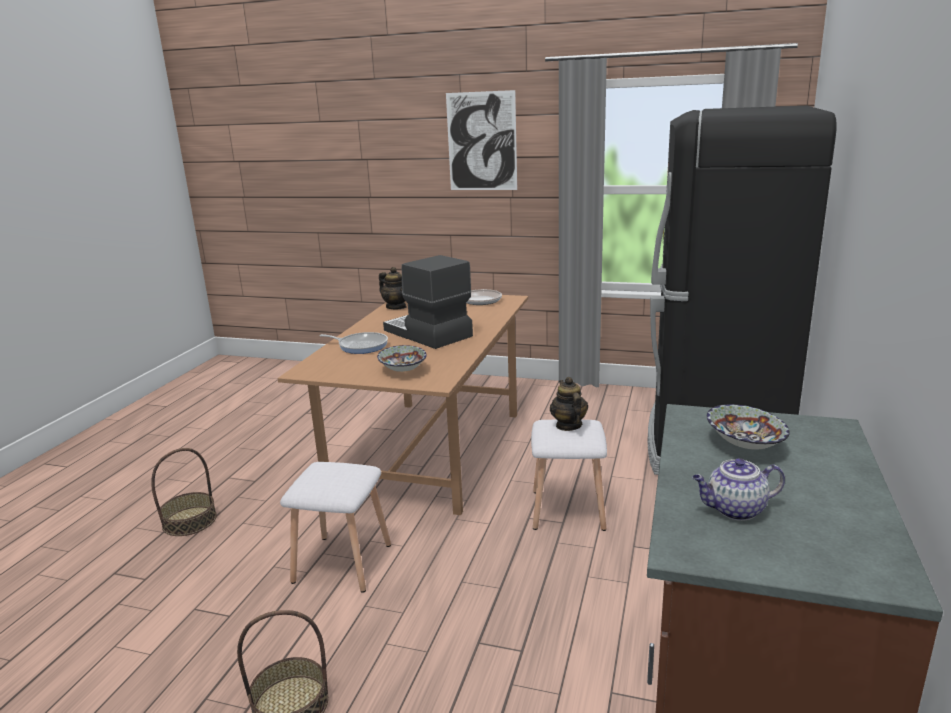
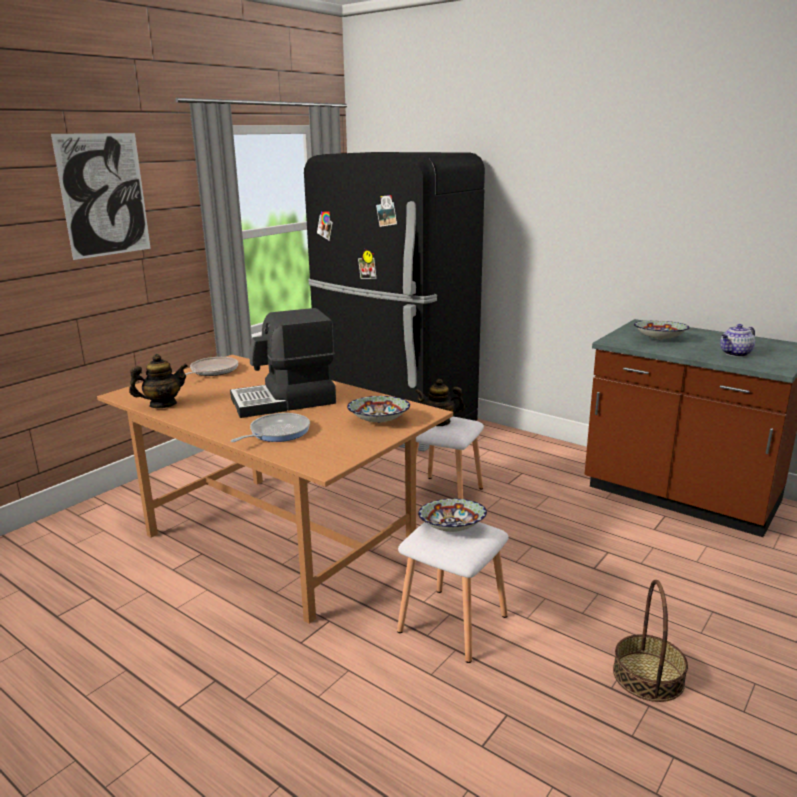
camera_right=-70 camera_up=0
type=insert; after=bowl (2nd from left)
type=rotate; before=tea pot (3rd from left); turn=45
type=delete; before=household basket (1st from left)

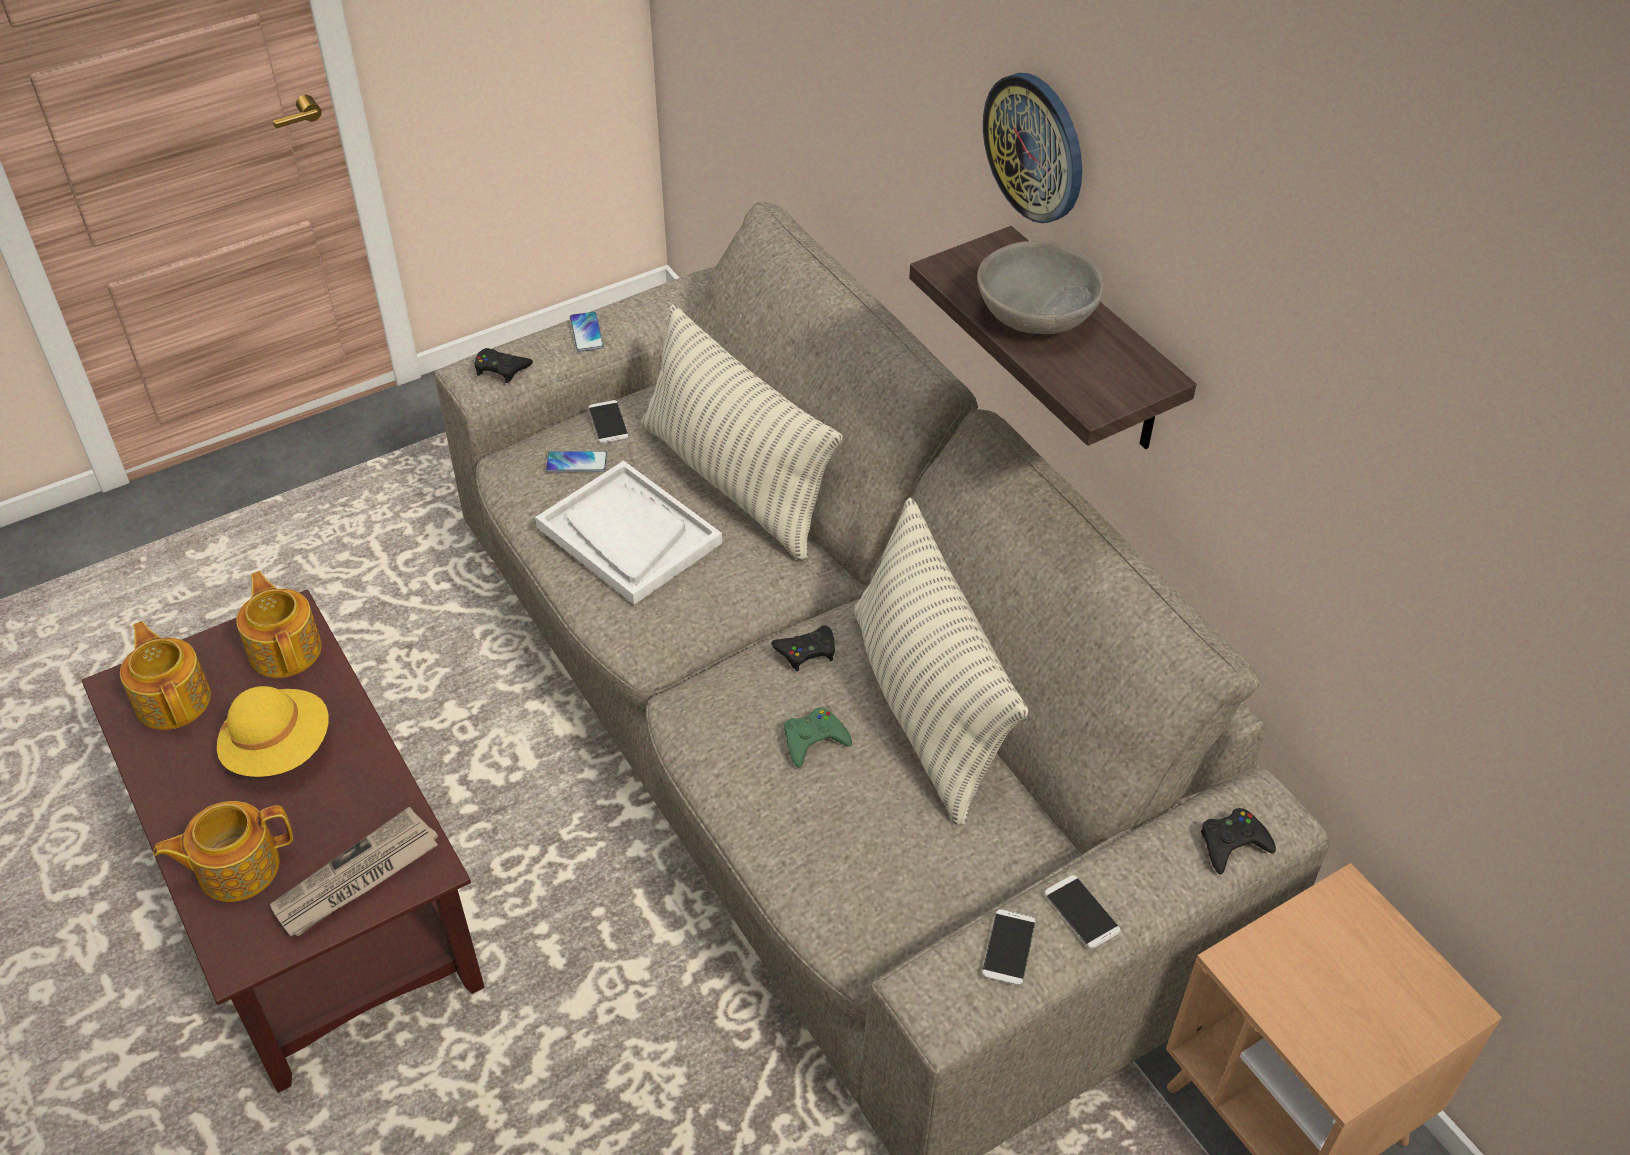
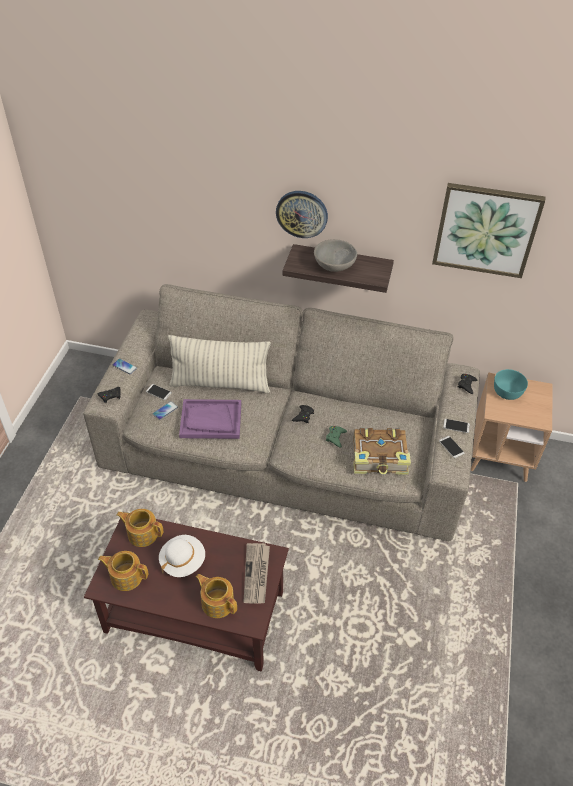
camera_right=-45 camera_up=0
type=recolor; before=yellow hat; after=whitish hat
type=recolor; before=whitish carrying tray; after=purple-coloured carrying tray
type=rotate; before=tea pot (2nd from left in the first image); turn=105
type=insert; after=bound book
type=insert; after=wall art
type=insert; after=turquoise bowl
type=delete; before=throw pillow (2nd from left)

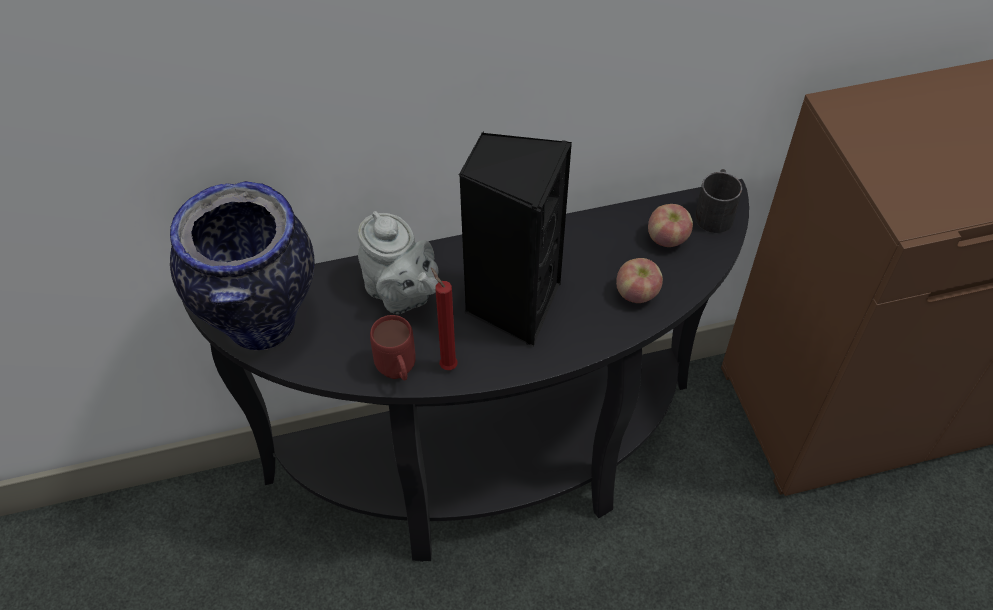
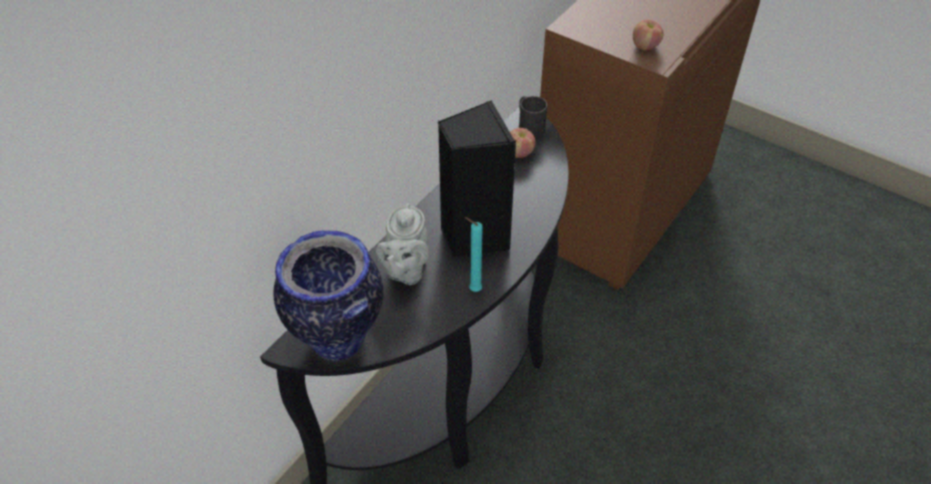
camera_right=-40 camera_up=-5
type=rotate; before=greyish tea pot; turn=90
type=recolor; before=reddish candle; after=turquoise candle
type=move; before=apple fruit (1st from left in the first image); after=apple fruit (2nd from left)
type=delete; before=reddish coffee mug

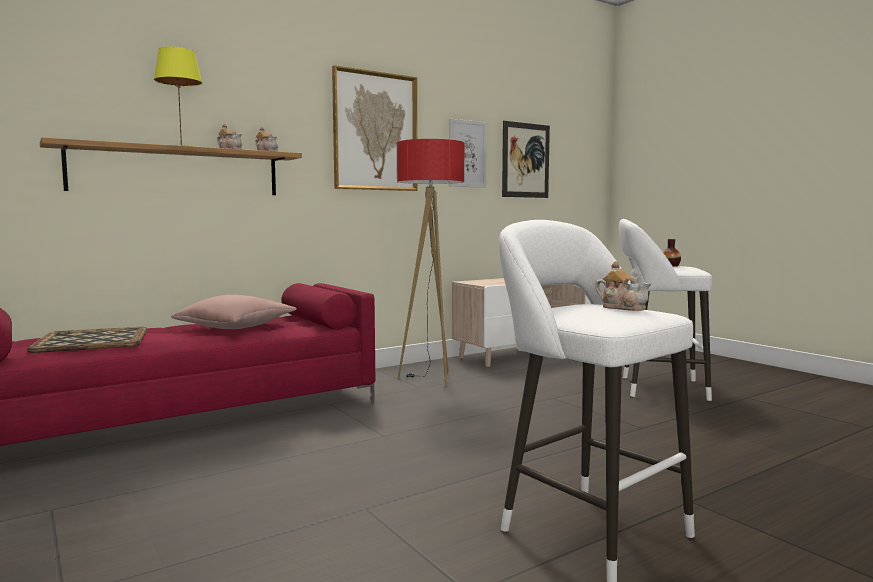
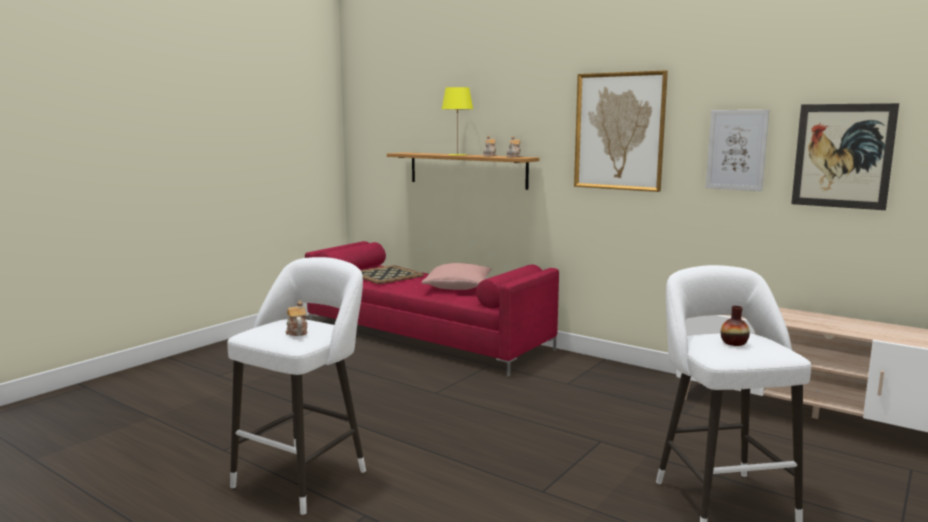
camera_right=70 camera_up=5
type=rotate; before=tea pot (3rd from left in the first image); turn=135
type=delete; before=standing lamp

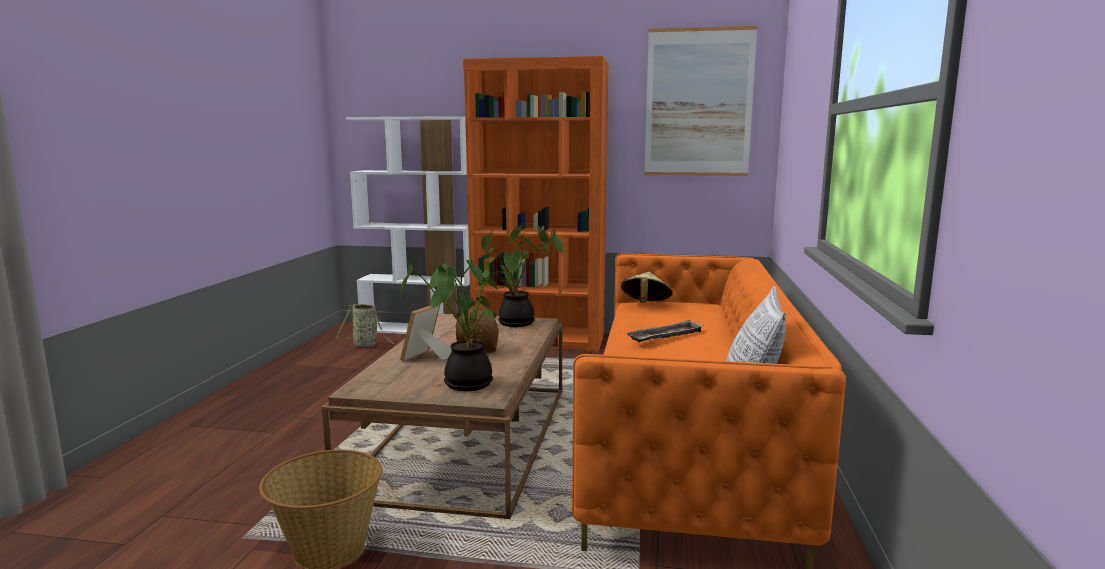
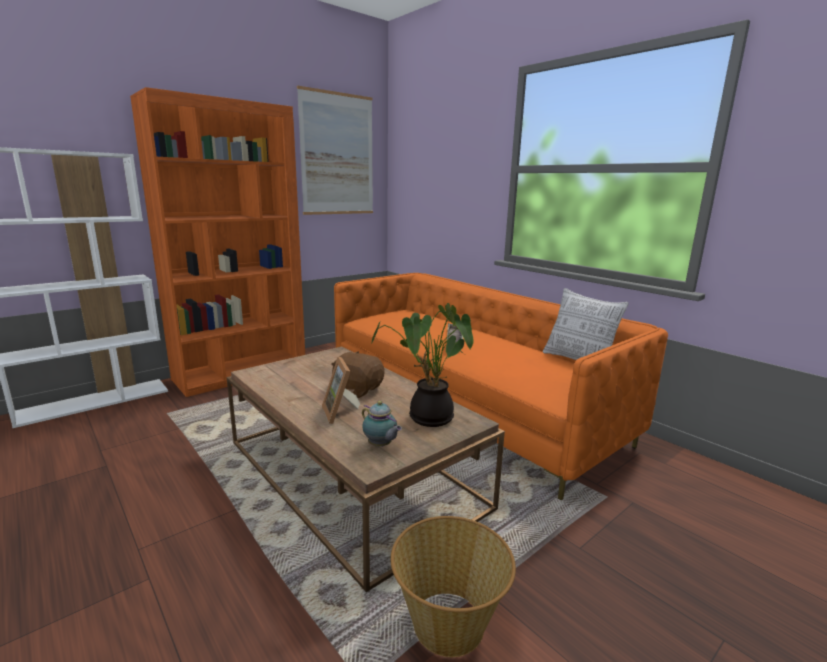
camera_right=-50 camera_up=5
type=insert; after=tea pot
type=delete; before=household basket (2nd from left)
type=delete; before=plant in a pot (2nd from left)
type=delete; before=beige hat

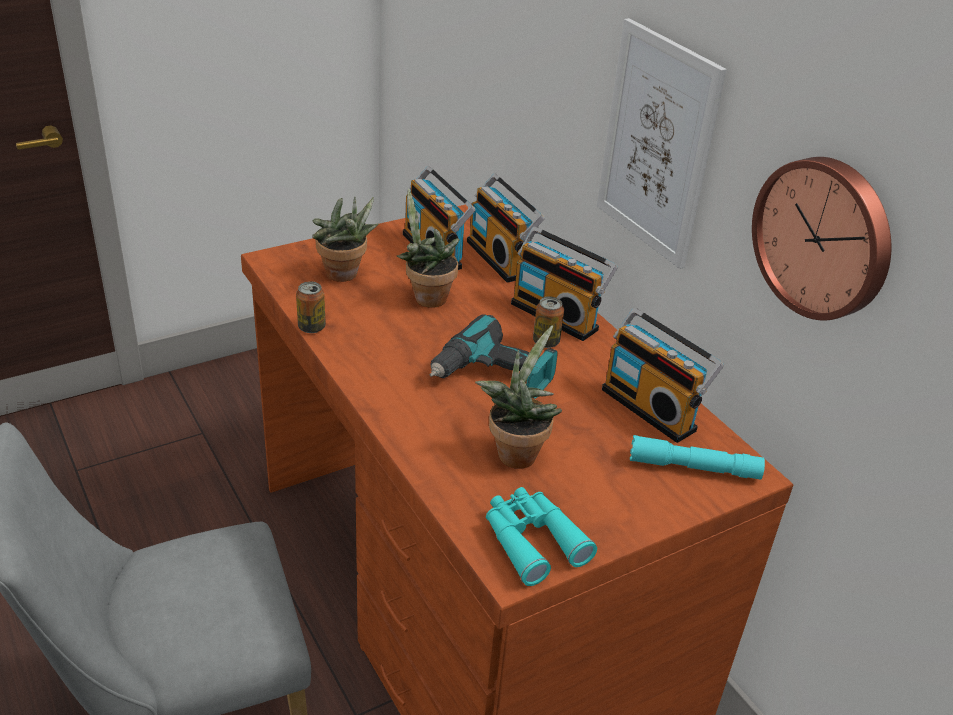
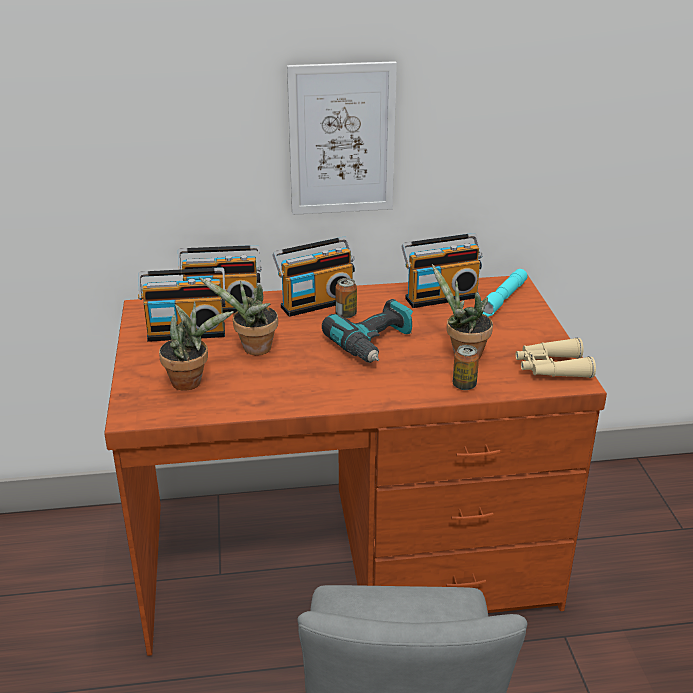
camera_right=-65 camera_up=-5
type=move; before=sealed can (1st from left in the first image); after=sealed can (2nd from left)
type=recolor; before=turquoise pair of binoculars; after=beige pair of binoculars
type=delete; before=clock on the wall

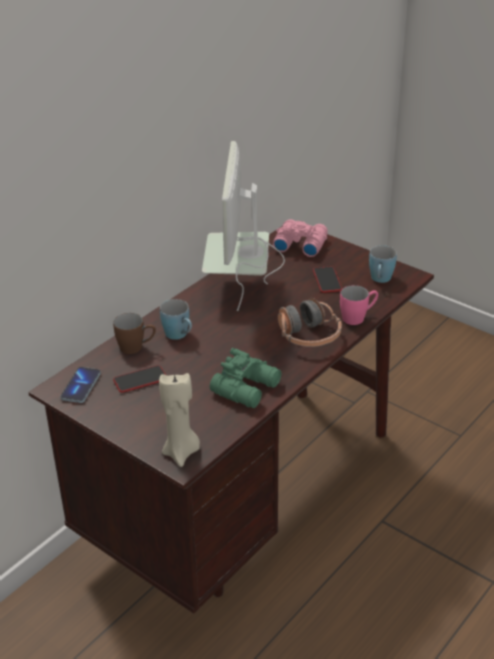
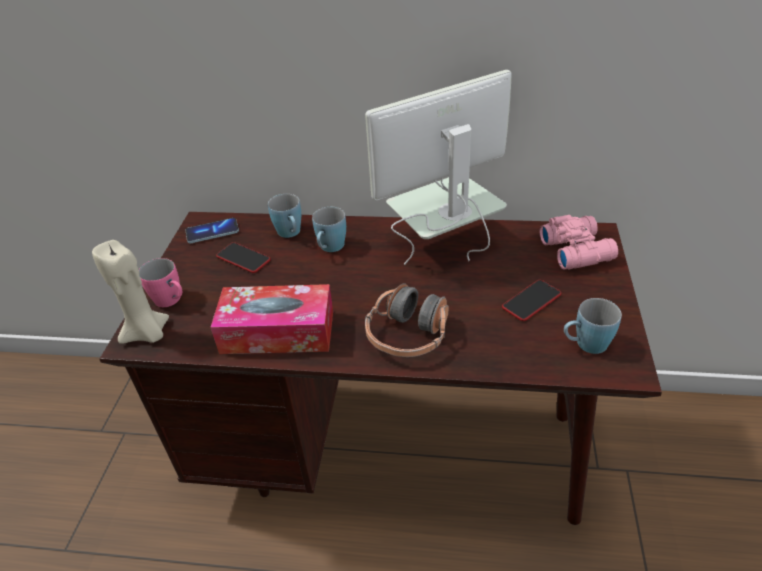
camera_right=60 camera_up=5
type=move; before=pinkish coffee mug
type=replace; before=green pair of binoculars; after=tissue holder
type=recolor; before=brown coffee mug; after=blue-coloured coffee mug (1st from left)

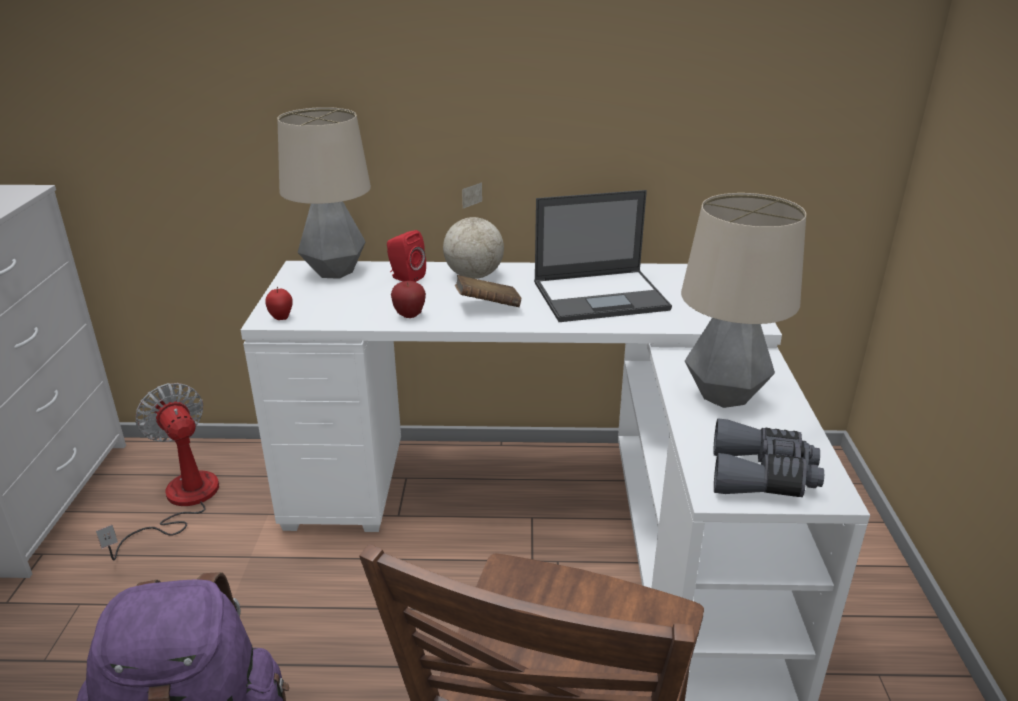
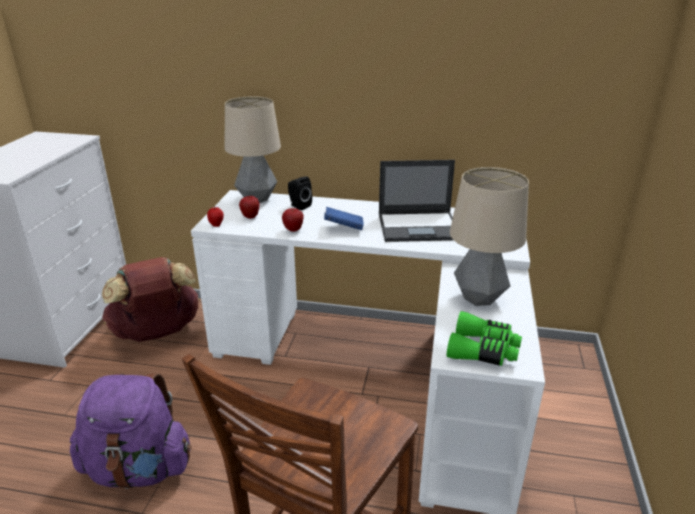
camera_right=10 camera_up=0
type=replace; before=cooling fan; after=brown knapsack
type=insert; after=apple fruit (2nd from left)
type=recolor; before=reddish speaker; after=blackish speaker
type=recolor; before=brown bound book; after=blue-coloured bound book
type=recolor; before=greyish pair of binoculars; after=green pair of binoculars
type=delete; before=globe

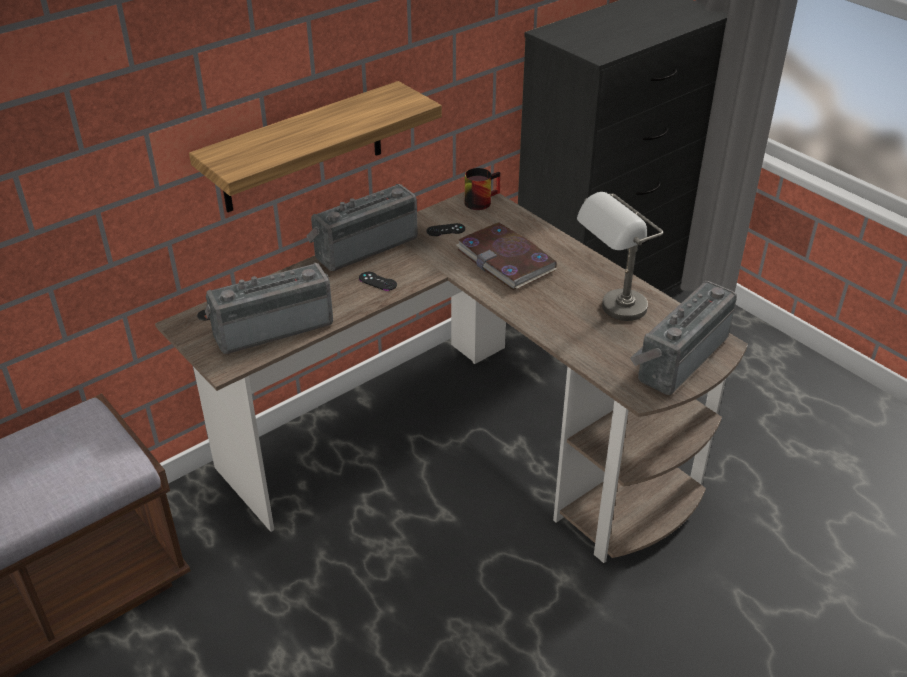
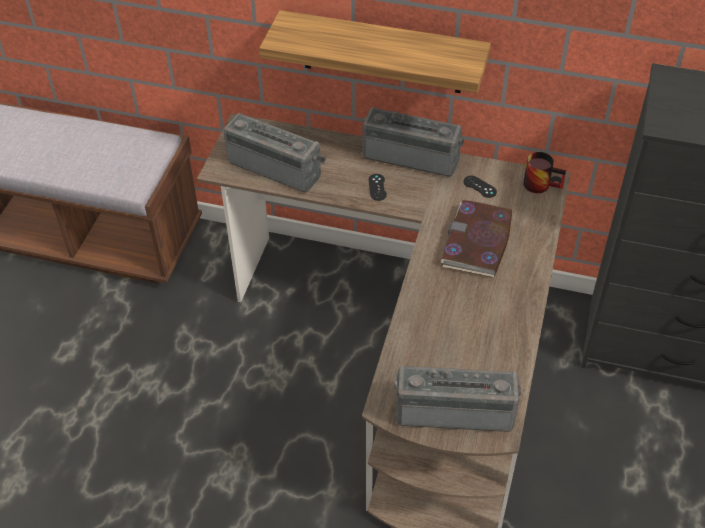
camera_right=55 camera_up=10
type=delete; before=greyish lamp for a table

